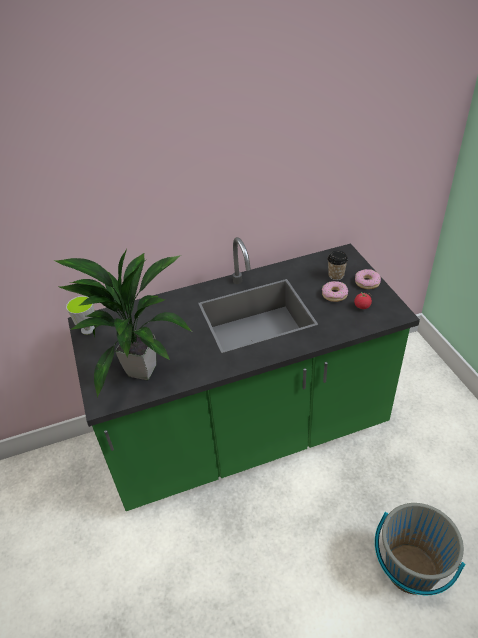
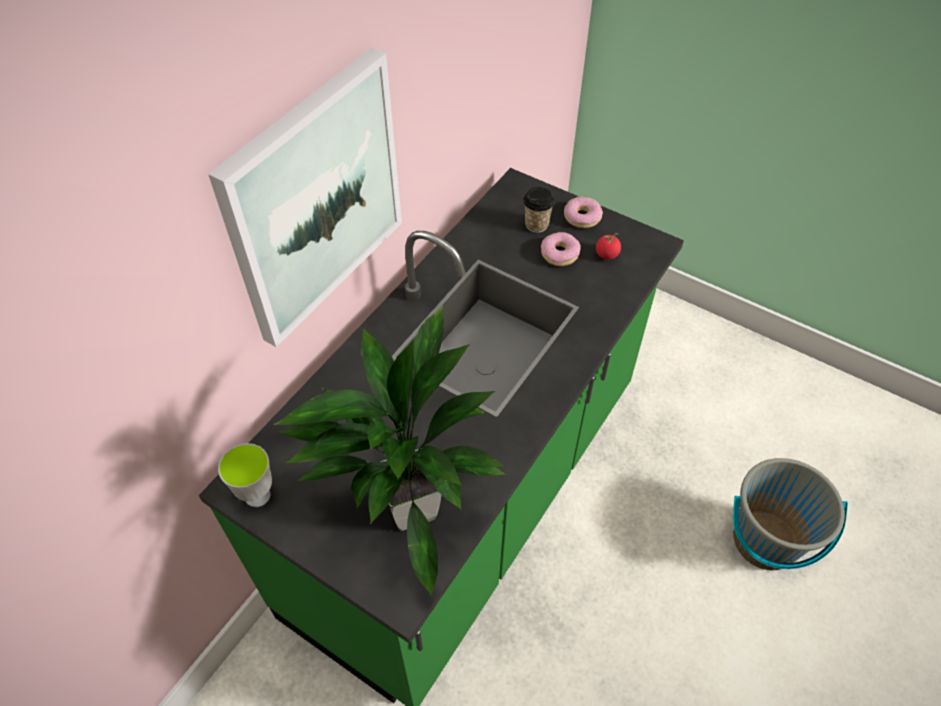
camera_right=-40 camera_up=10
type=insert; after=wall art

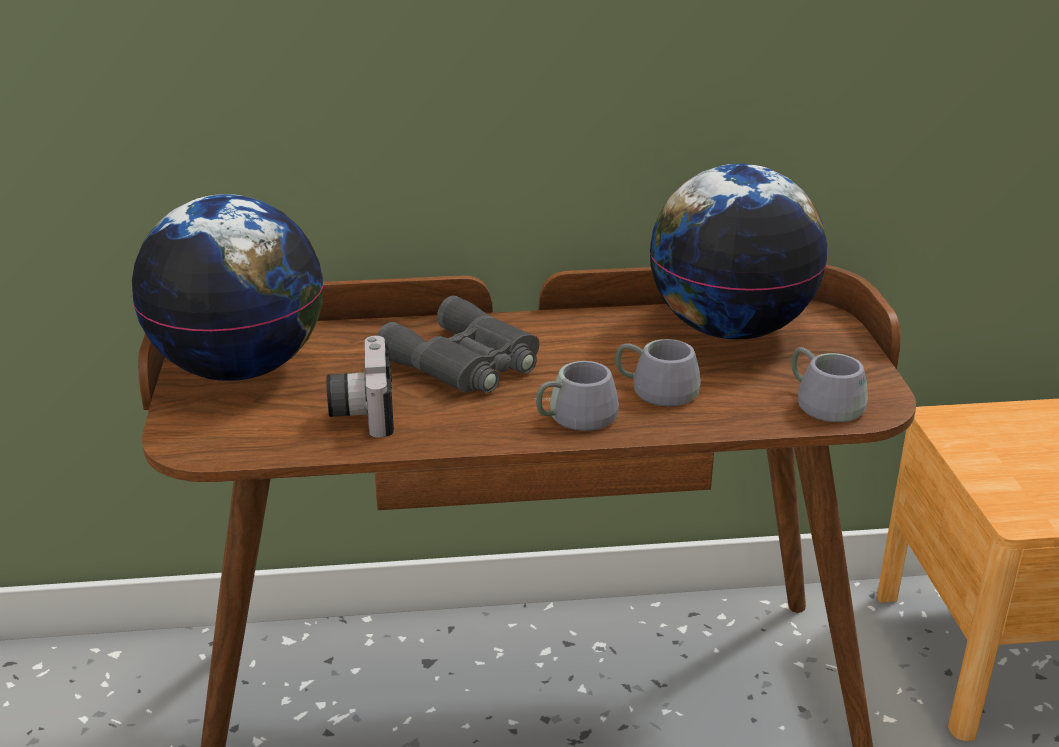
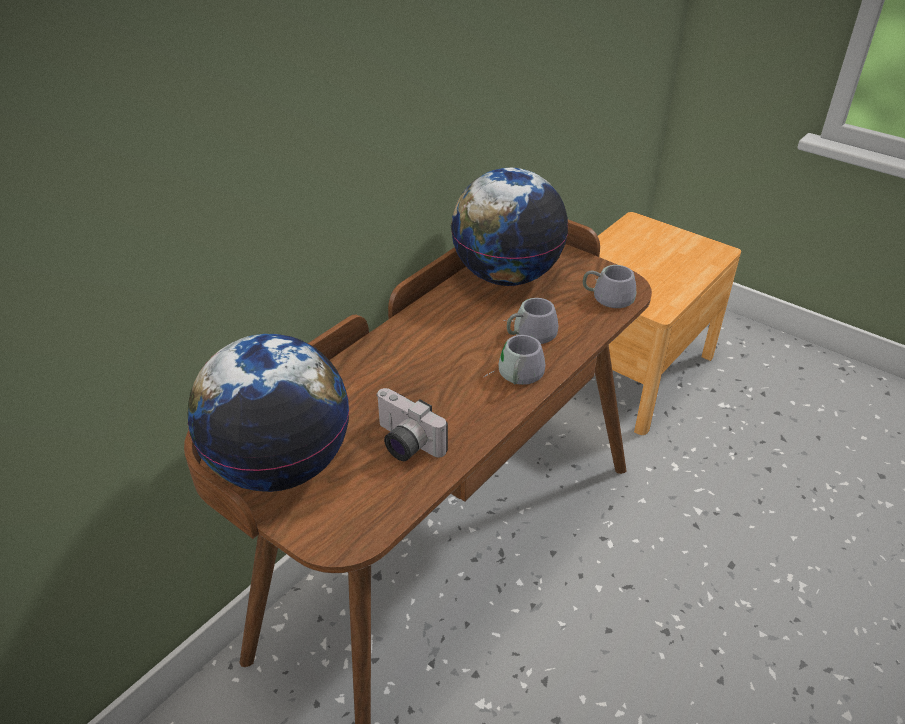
camera_right=-45 camera_up=10
type=delete; before=greyish pair of binoculars

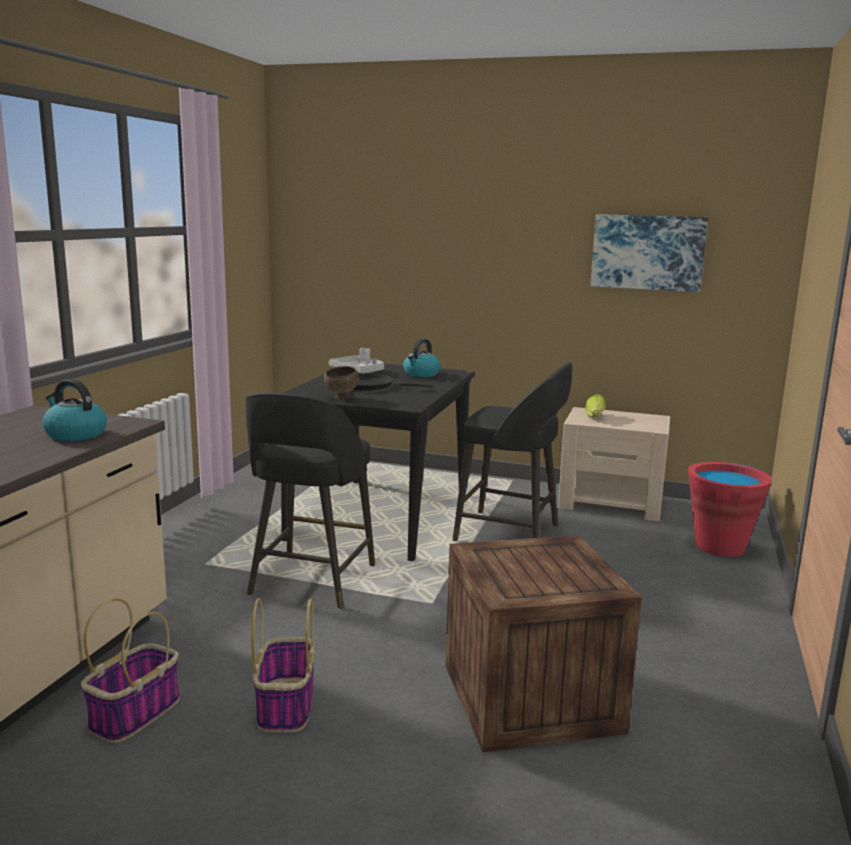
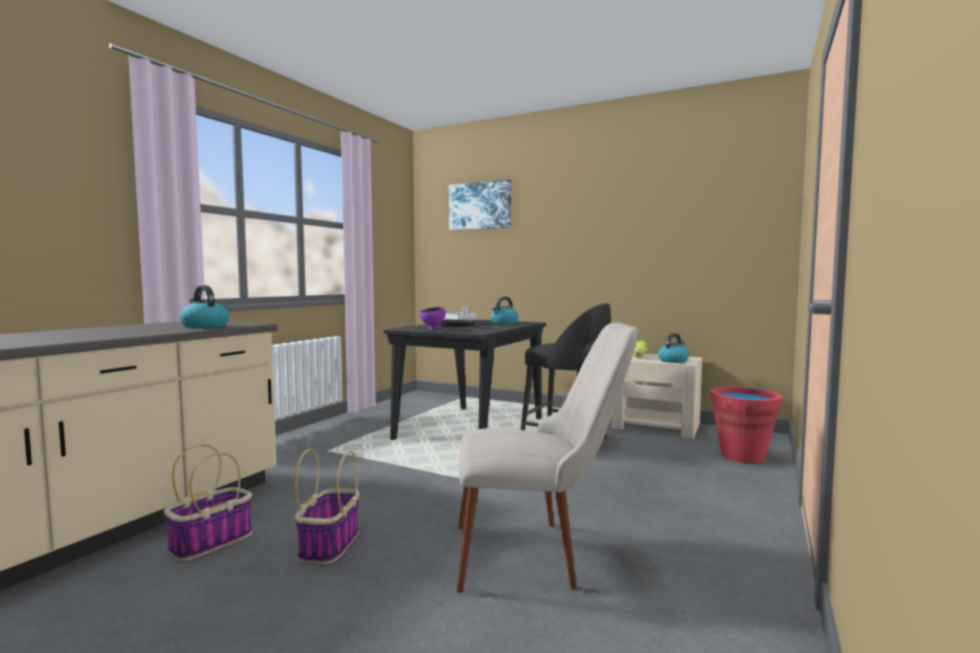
camera_right=10 camera_up=-10
type=recolor; before=brown bowl; after=purple-coloured bowl
type=move; before=wall art
type=replace; before=shipping crate; after=beige plain chair
type=insert; after=water kettle (3rd from left)
type=delete; before=blackish sitting stool (1st from left)

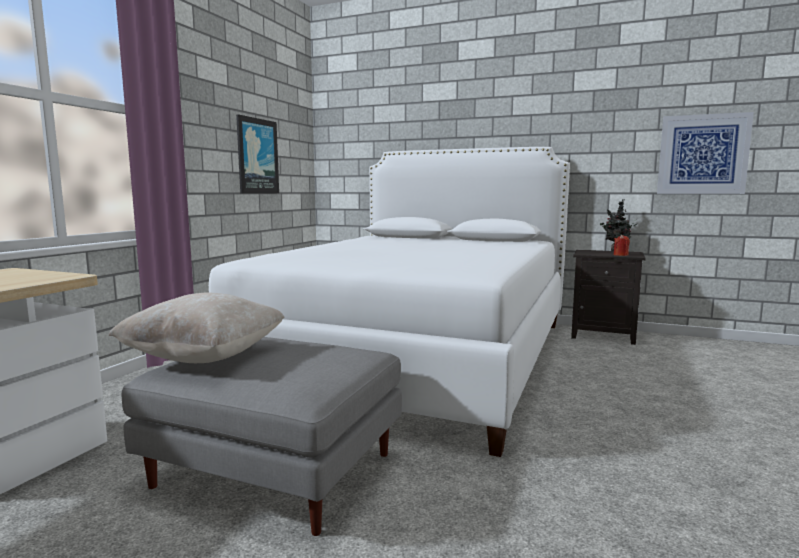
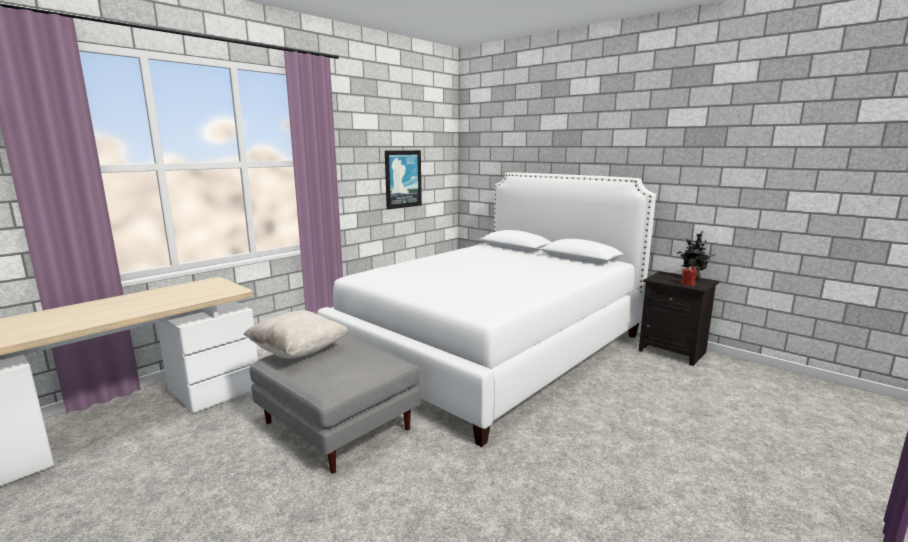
camera_right=20 camera_up=5
type=delete; before=wall art (2nd from left)

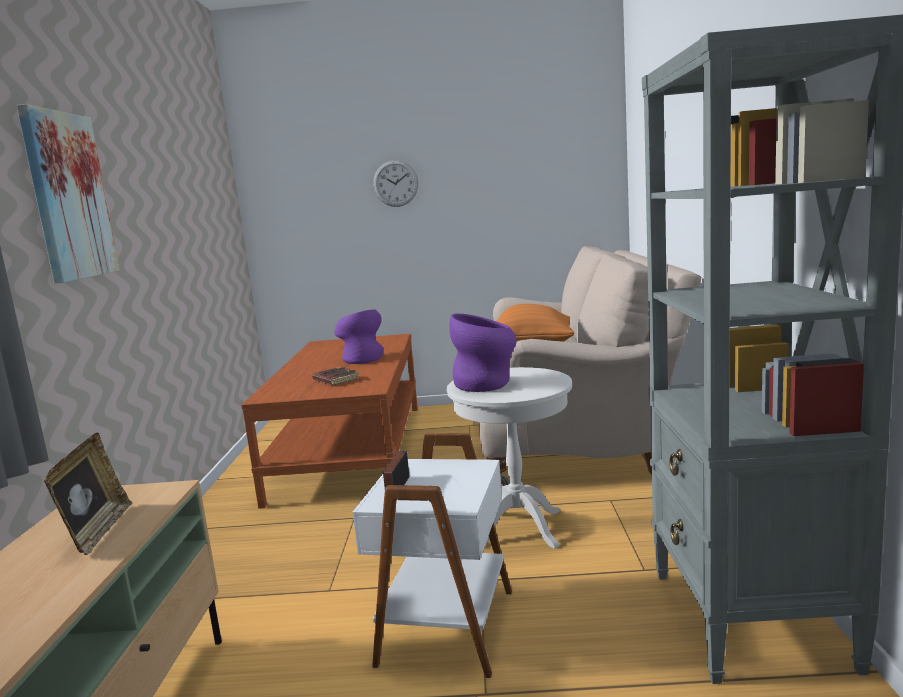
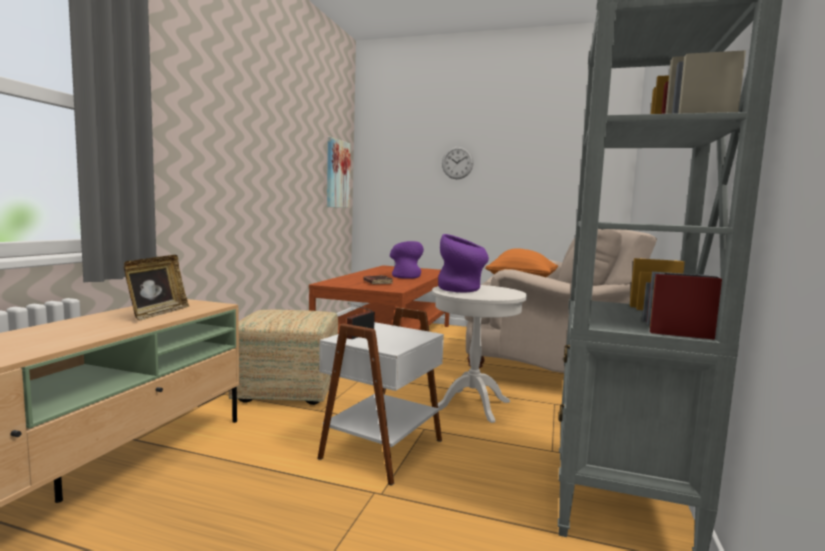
camera_right=15 camera_up=-5
type=insert; after=ottoman
type=move; before=wall art

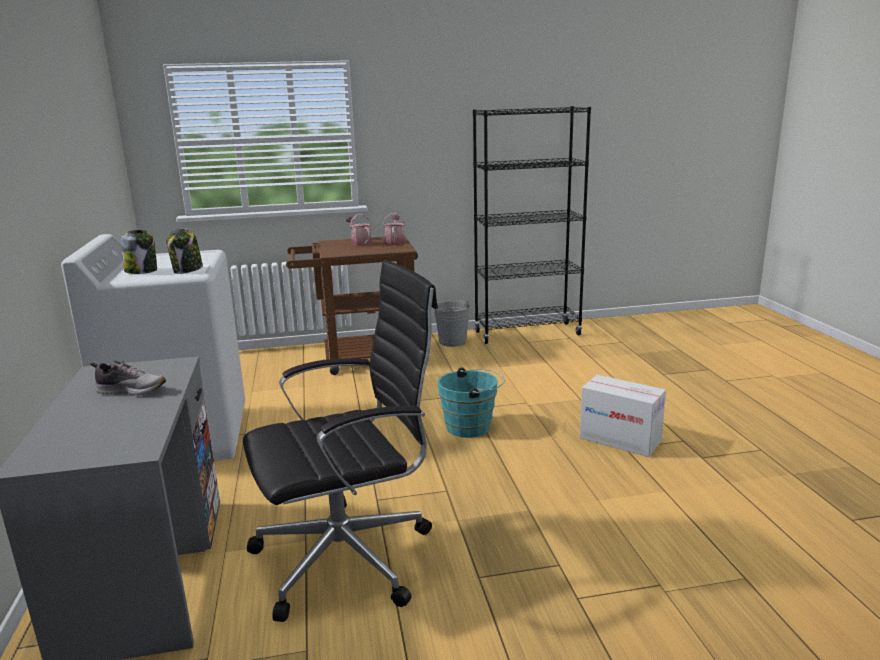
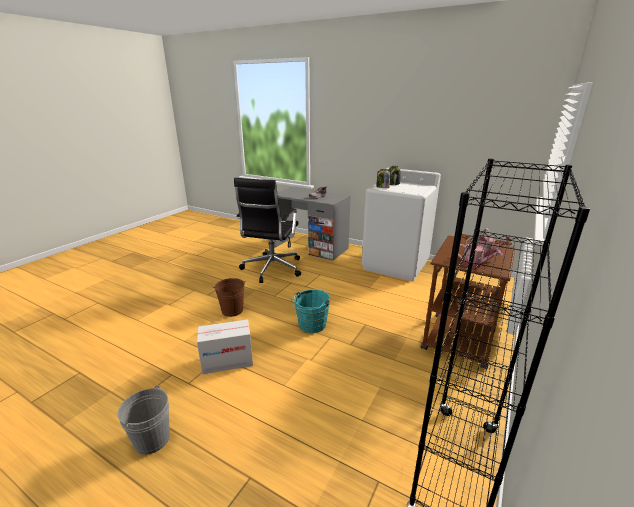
camera_right=130 camera_up=5
type=move; before=greyish water bucket
type=insert; after=brown water bucket

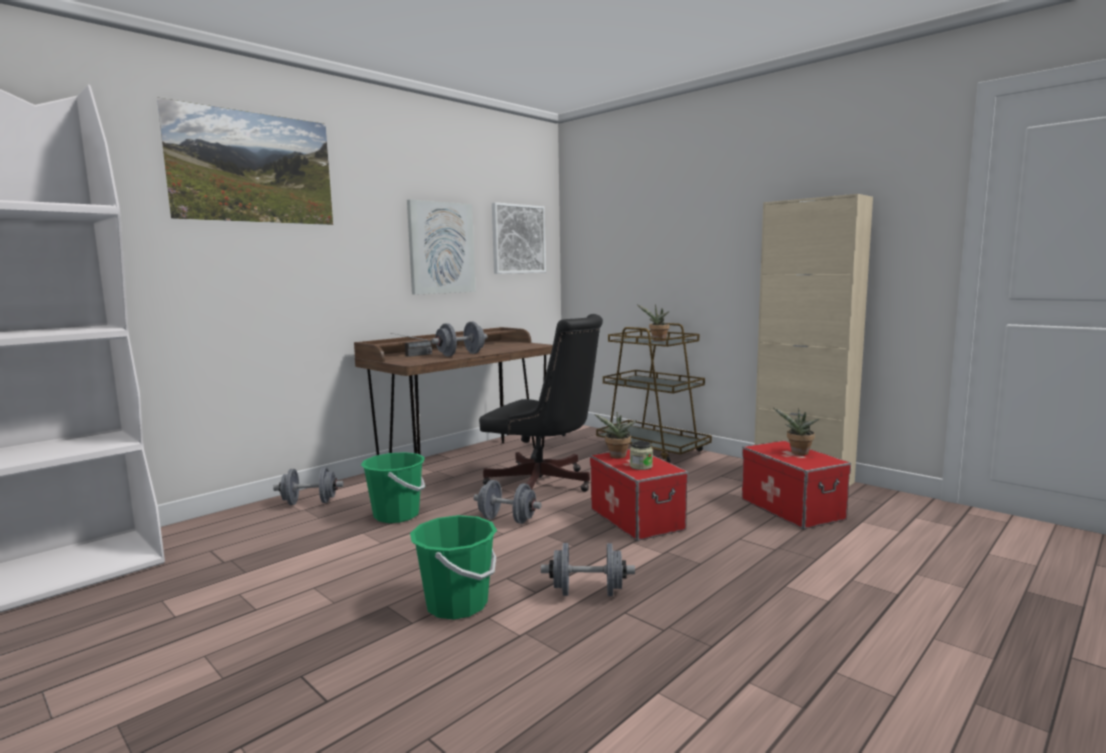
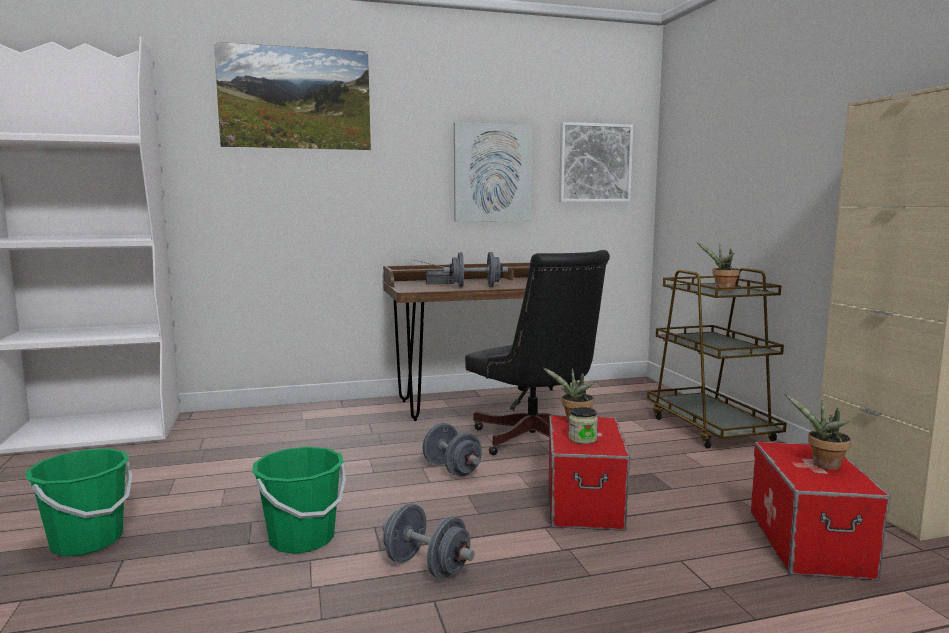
camera_right=30 camera_up=0
type=move; before=green water bucket (1st from left)
type=delete; before=greyish dumbbell (1st from left)

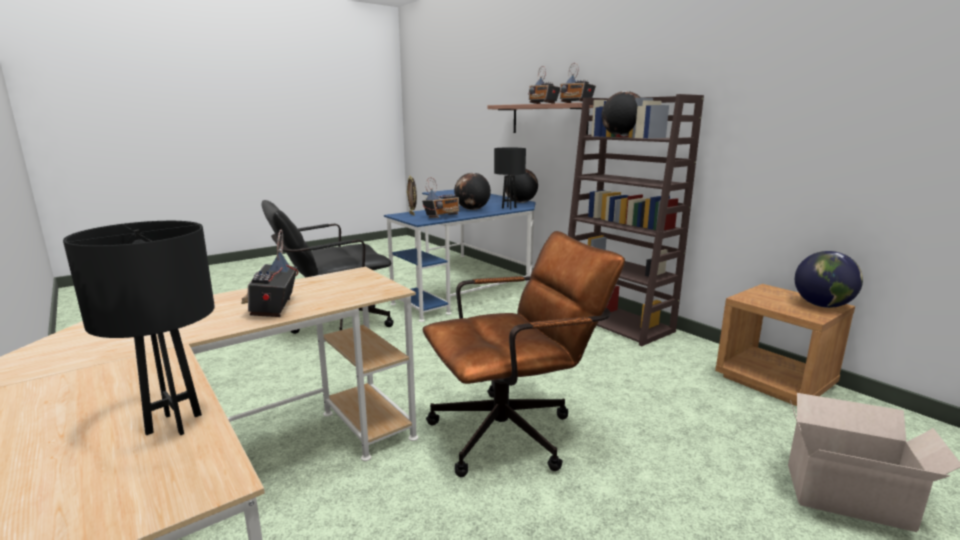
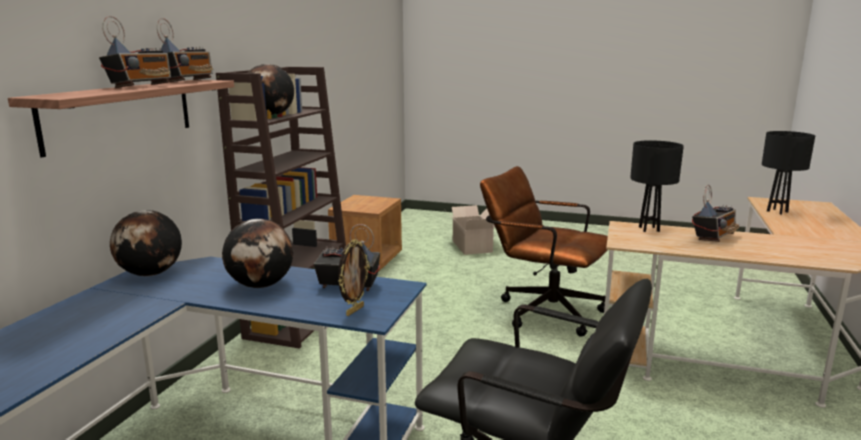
camera_right=-125 camera_up=0
type=move; before=blackish lamp for a table (2nd from left in the first image); after=blackish lamp for a table (1st from left)
type=delete; before=globe (4th from left)

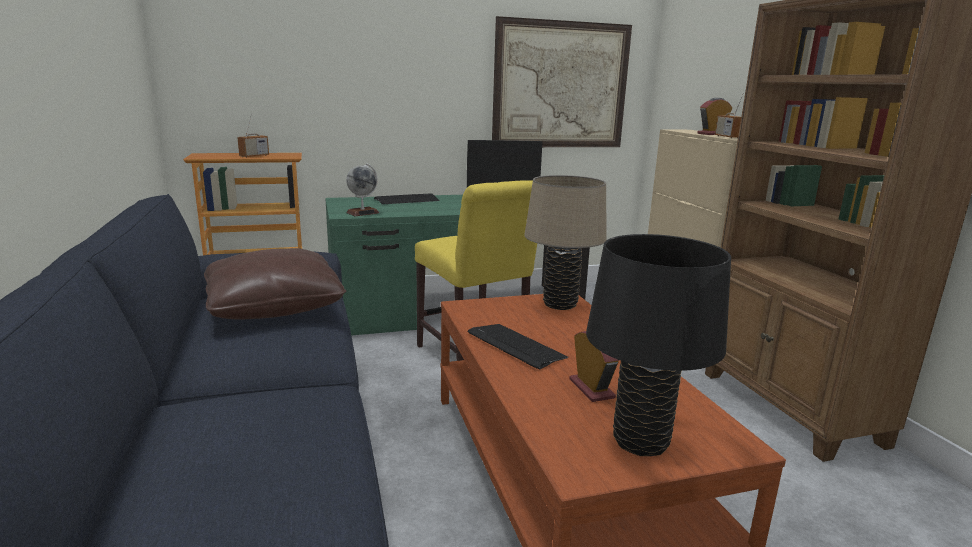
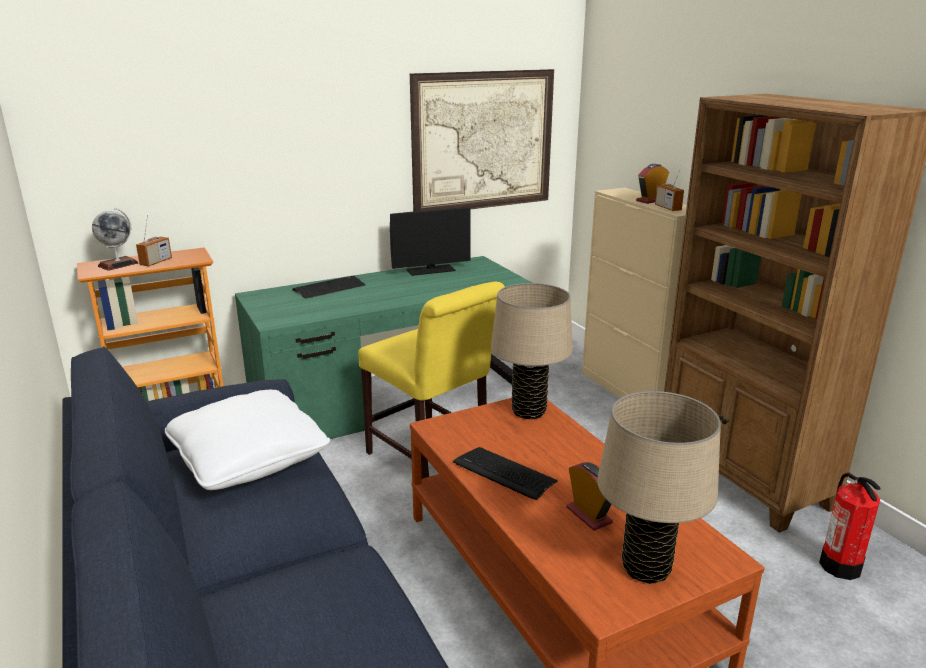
camera_right=-10 camera_up=5
type=move; before=globe
type=recolor; before=brown throw pillow; after=whitish throw pillow
type=recolor; before=blackish lamp for a table; after=beige lamp for a table (2nd from left)
type=insert; after=fire extinguisher

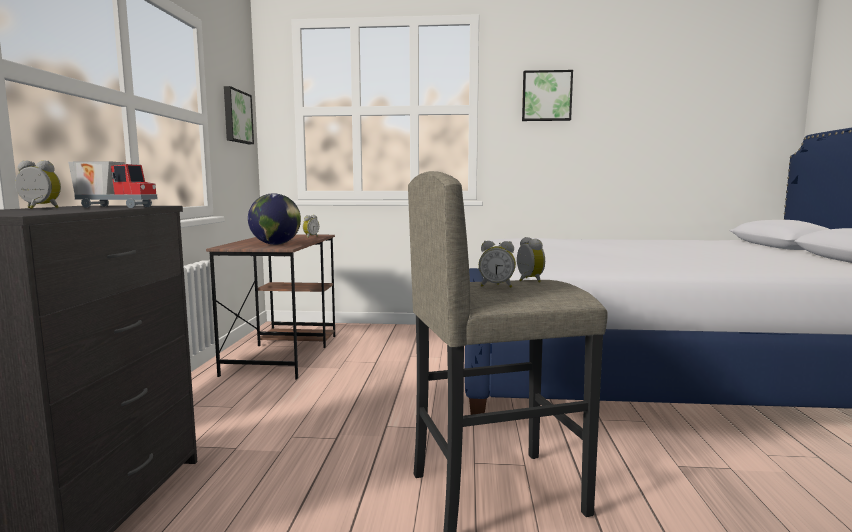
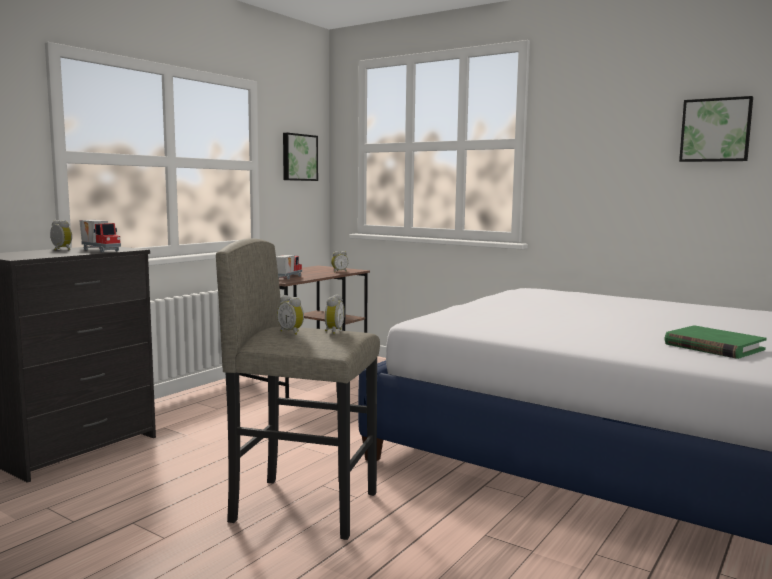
camera_right=30 camera_up=0
type=replace; before=globe; after=model truck (2nd from left)
type=insert; after=green bound book
type=move; before=wall art (2nd from left)

